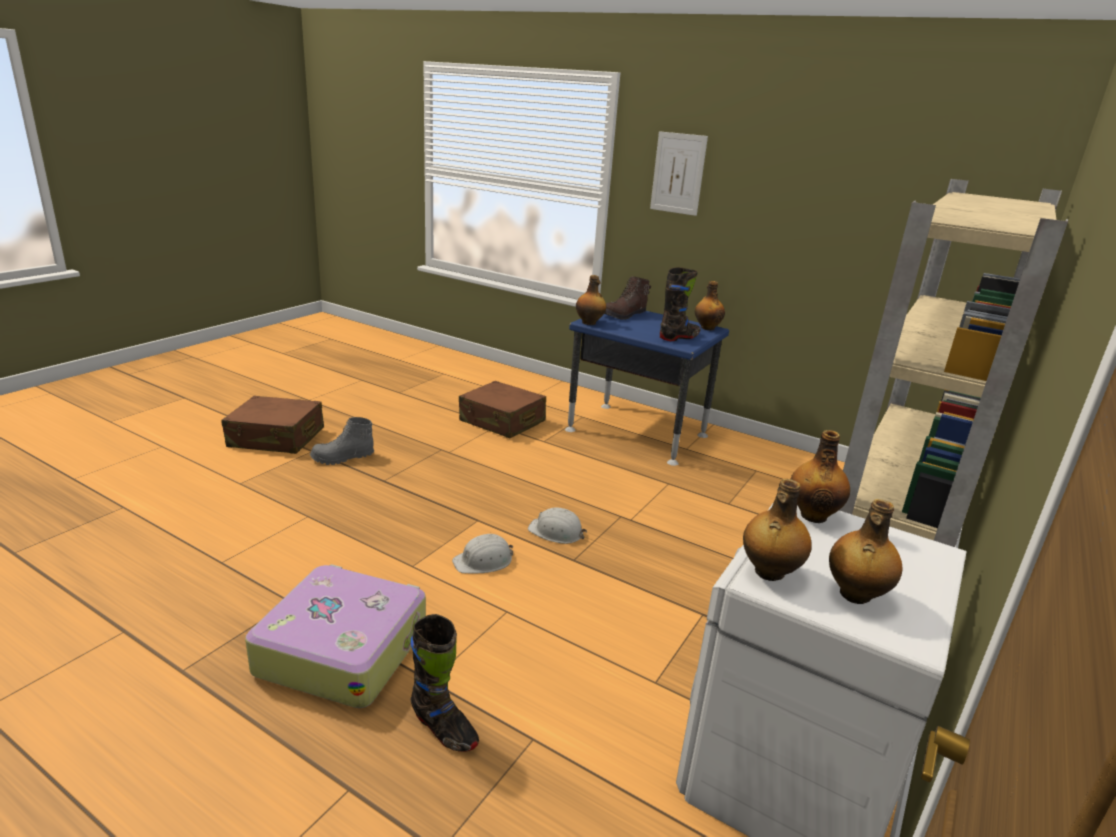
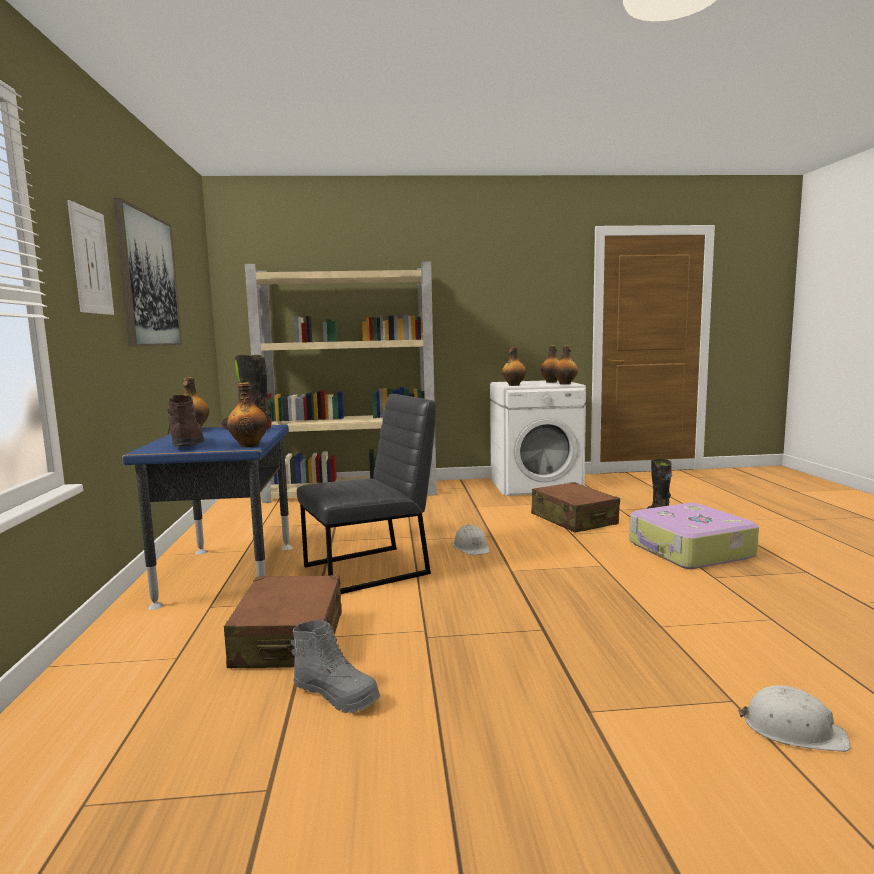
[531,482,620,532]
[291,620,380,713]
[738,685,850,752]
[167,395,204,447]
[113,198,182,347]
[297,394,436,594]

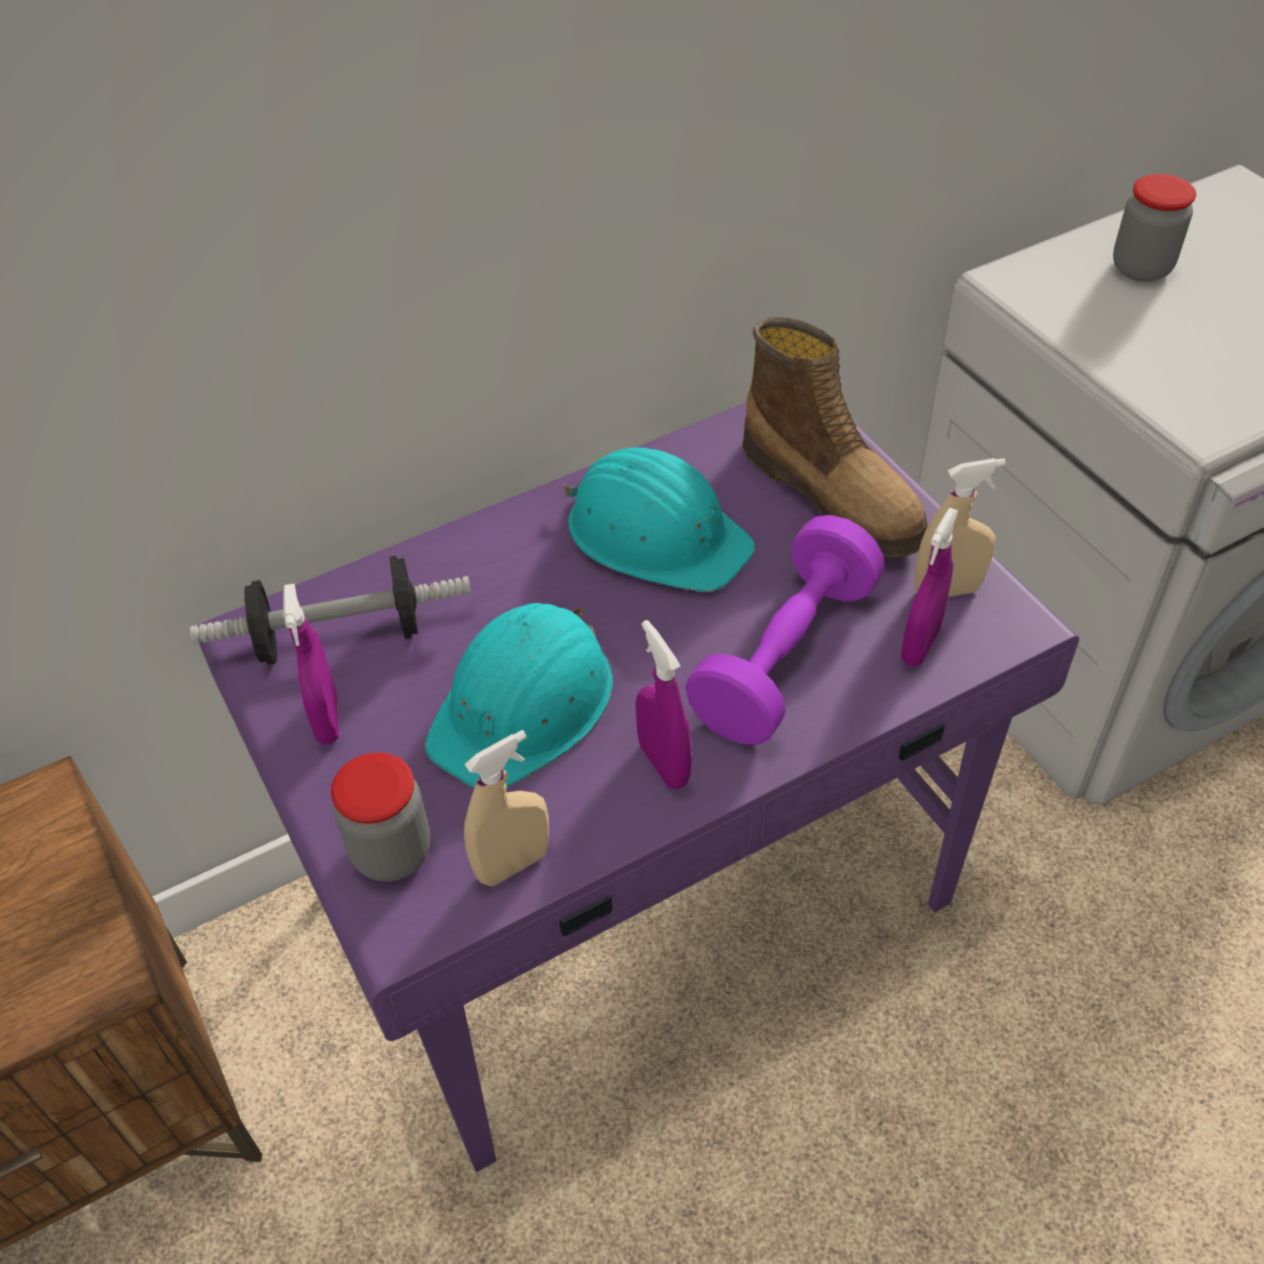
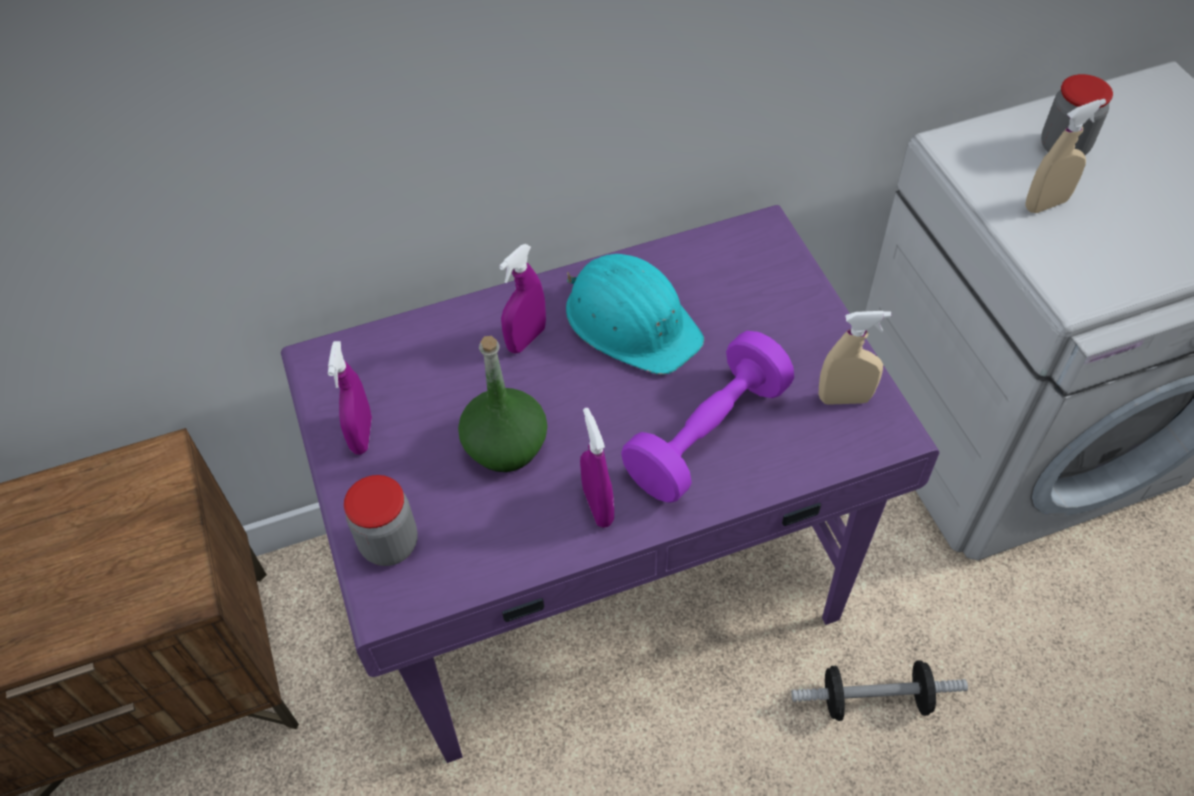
[792,660,968,721]
[458,336,547,472]
[1025,99,1106,213]
[742,317,928,557] (first image)
[499,244,546,354]

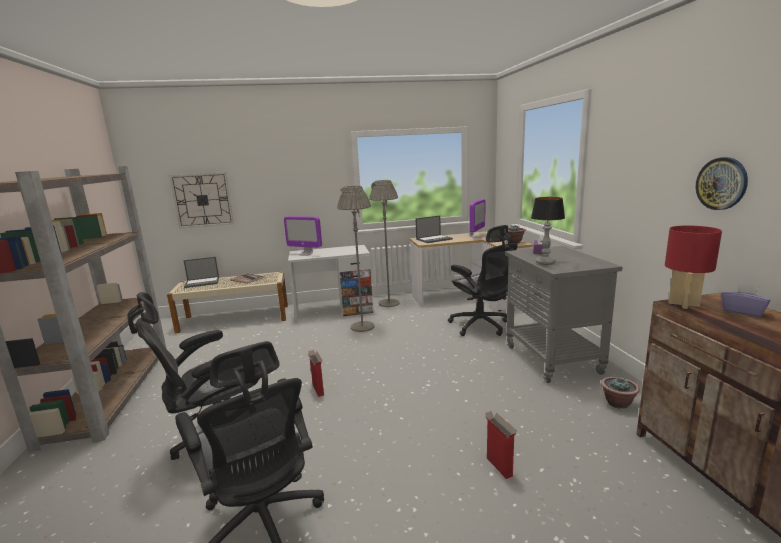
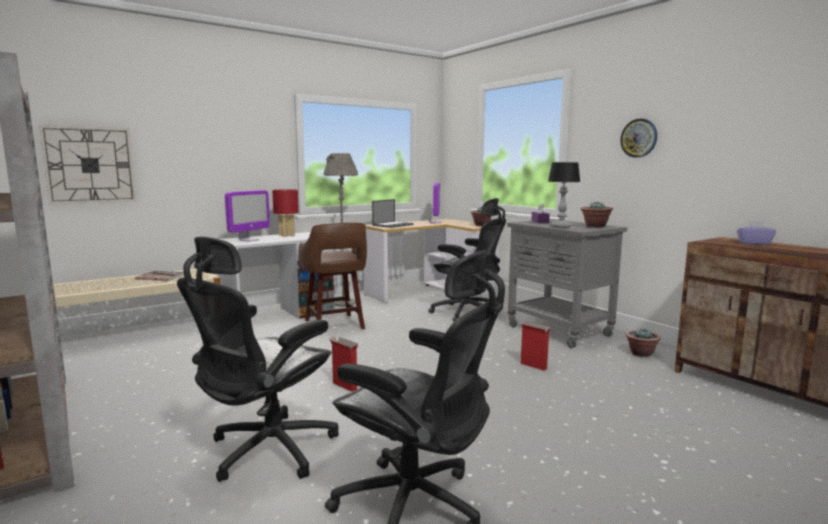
[183,257,219,288] (first image)
[225,190,270,242]
[298,223,367,329]
[520,321,551,371]
[272,189,299,237]
[620,119,657,158]
[581,202,613,228]

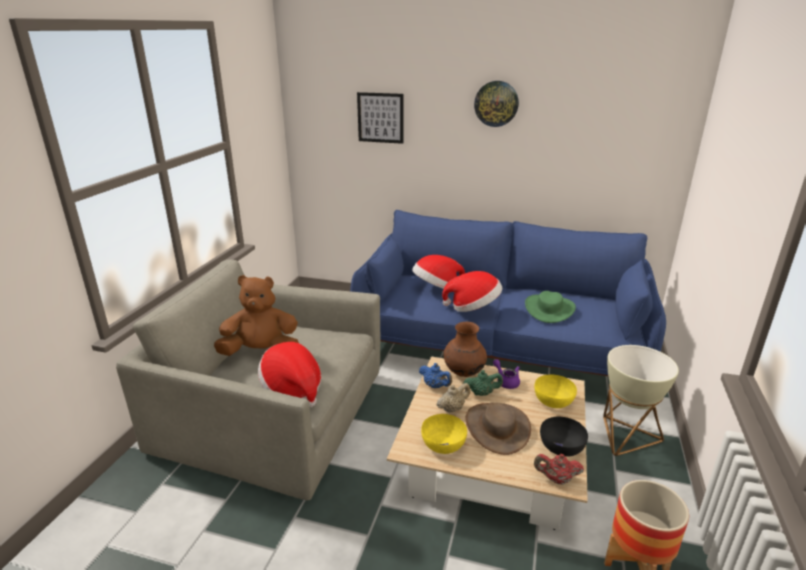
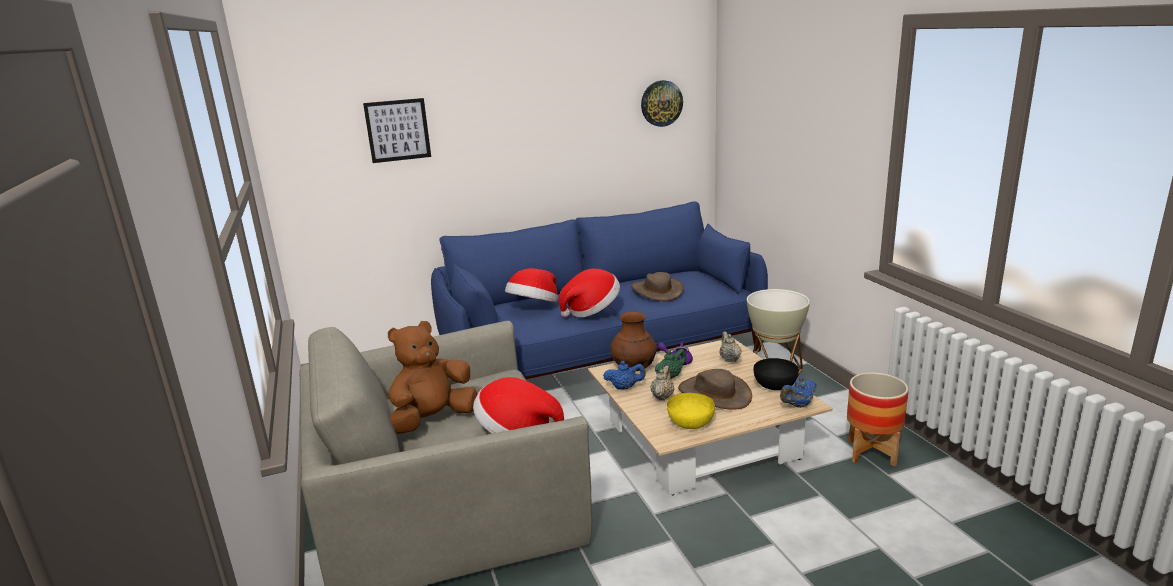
[641,80,683,127]
[631,272,684,301]
[719,331,741,362]
[780,377,817,408]

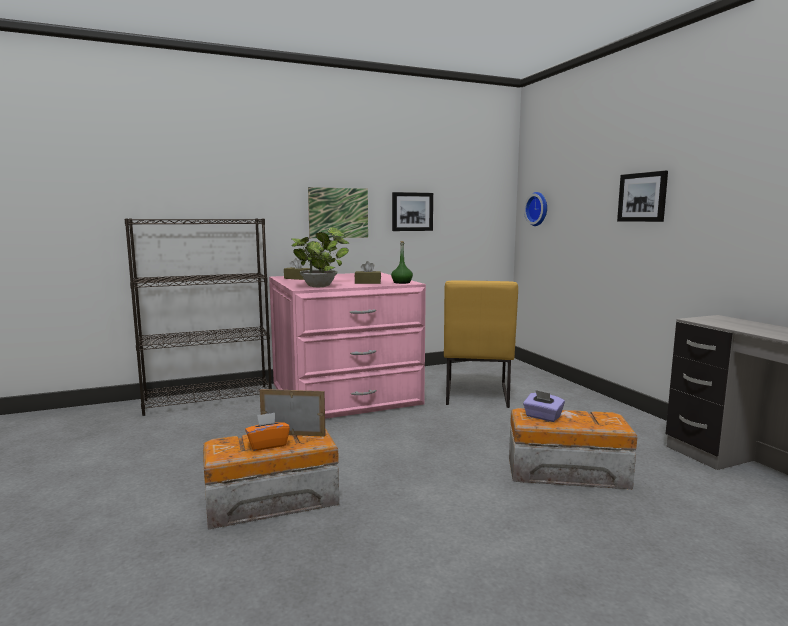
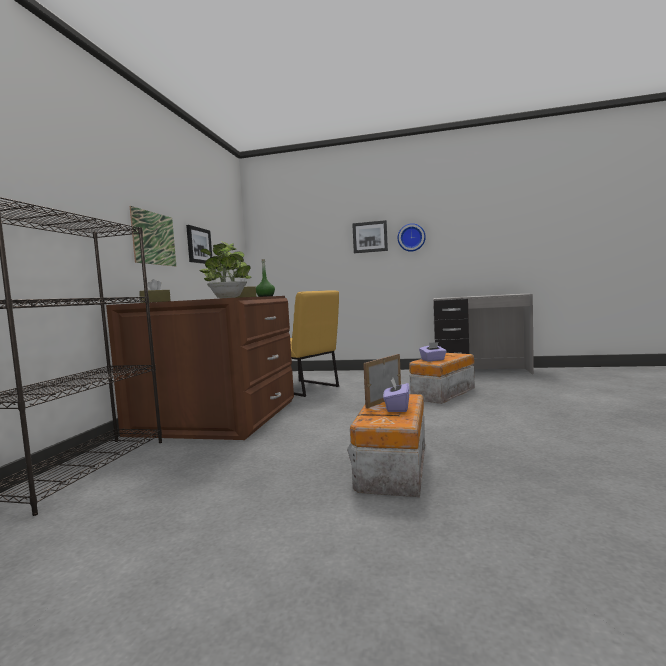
[383,378,409,412]
[106,296,294,440]
[398,223,426,252]

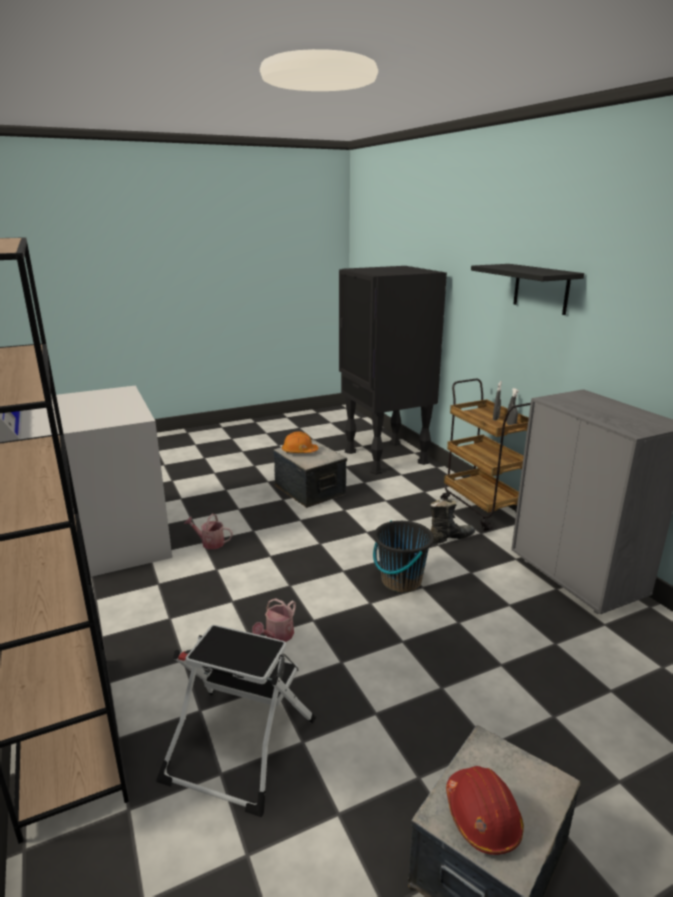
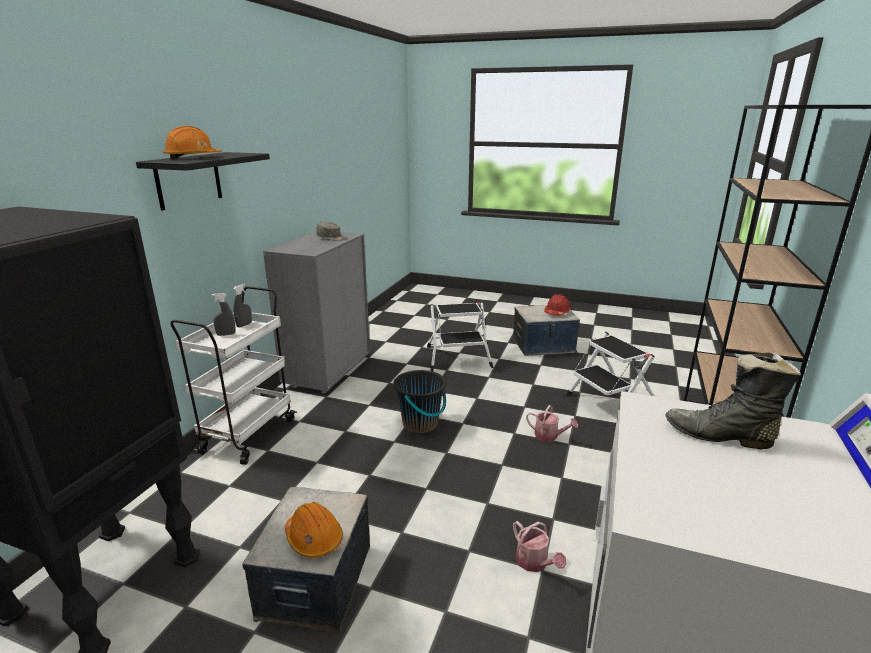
[526,405,578,442]
[665,352,801,450]
[170,286,297,465]
[163,126,222,159]
[316,222,345,241]
[427,302,493,371]

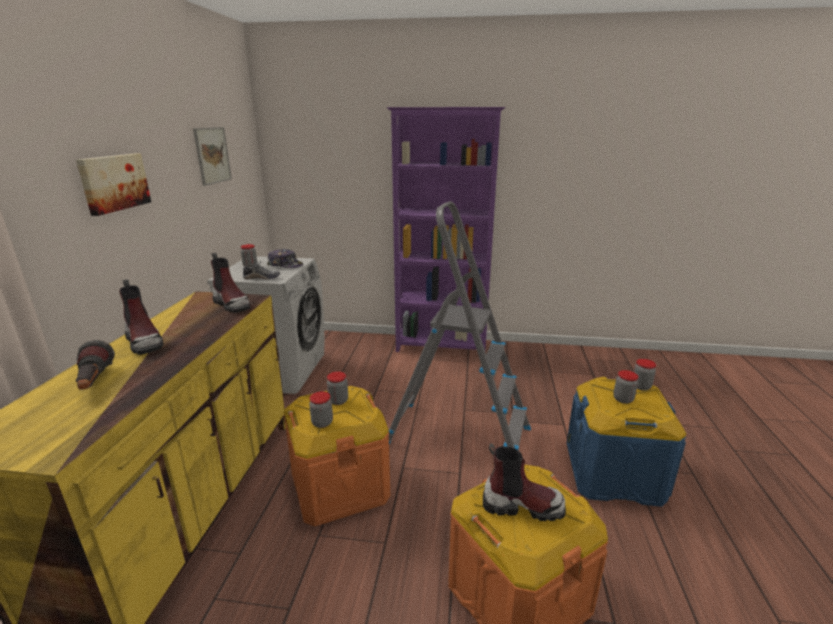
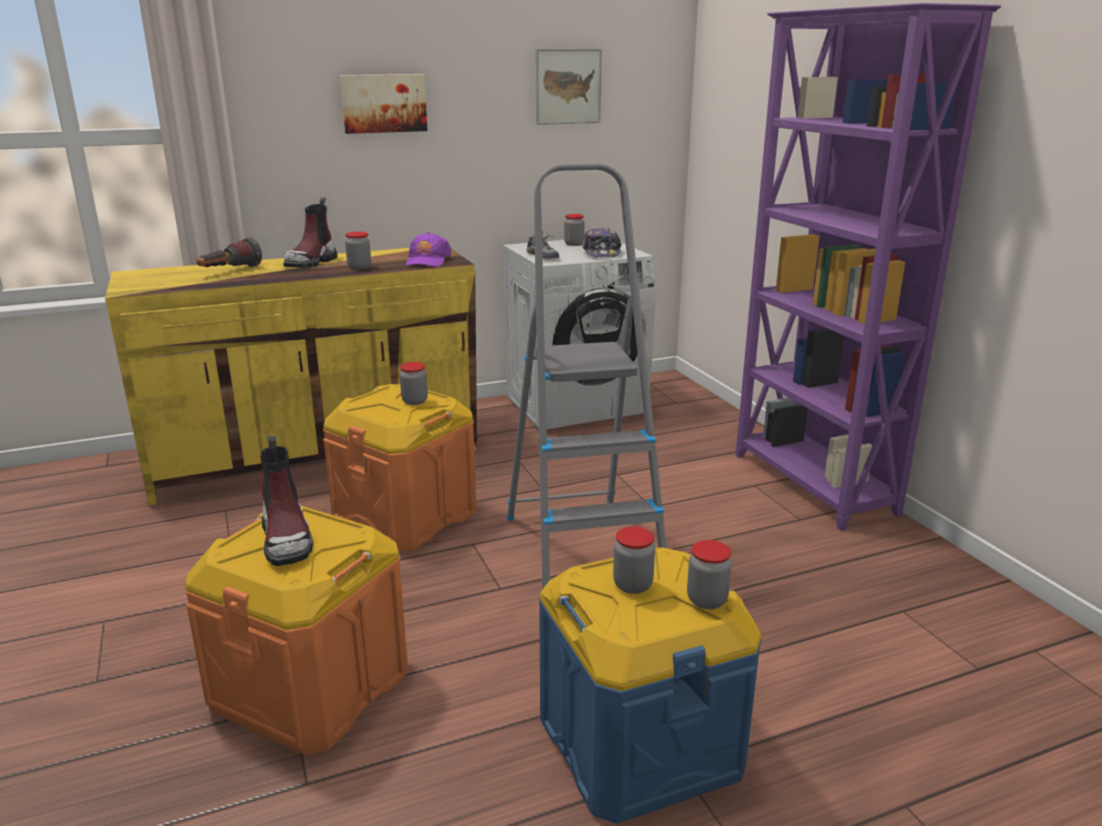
[406,232,451,267]
[345,232,371,270]

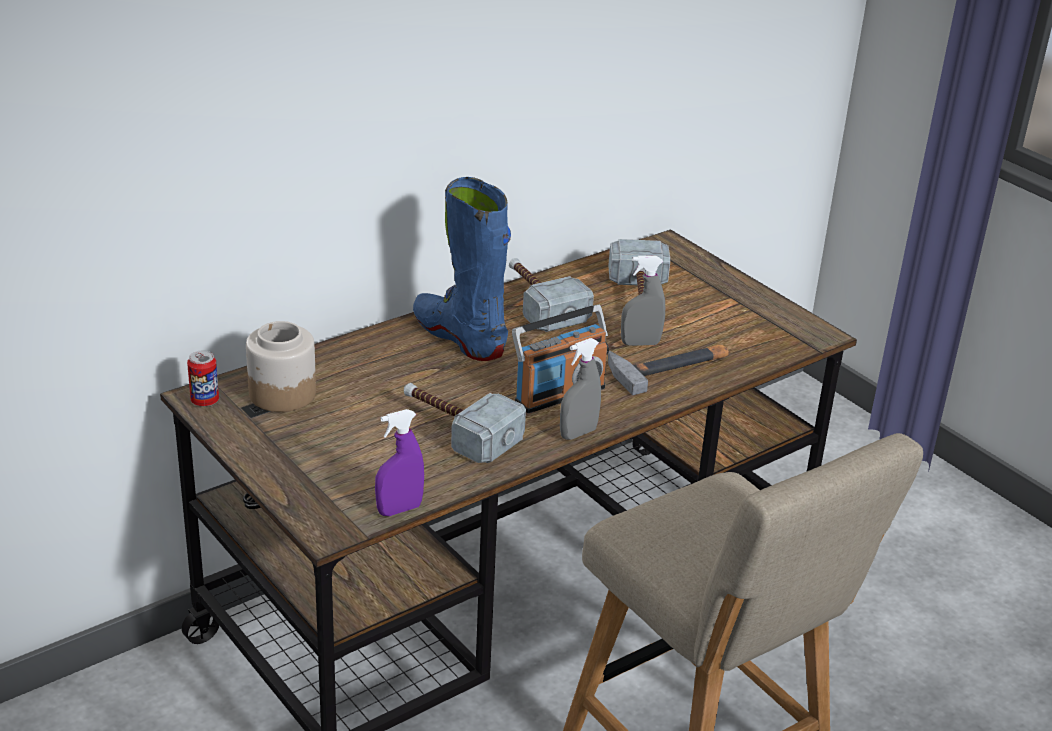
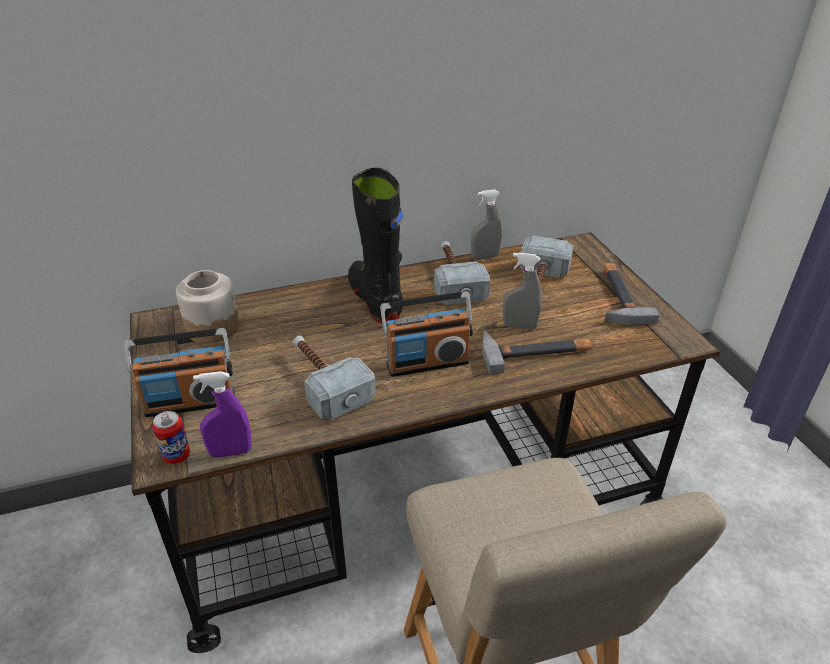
[152,411,190,464]
[348,168,403,323]
[471,189,502,260]
[124,328,235,417]
[604,263,659,325]

